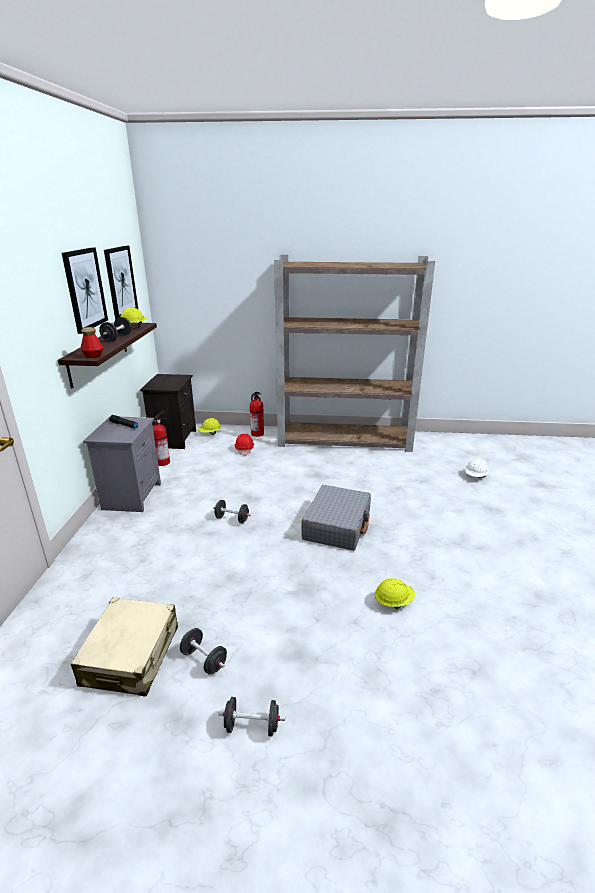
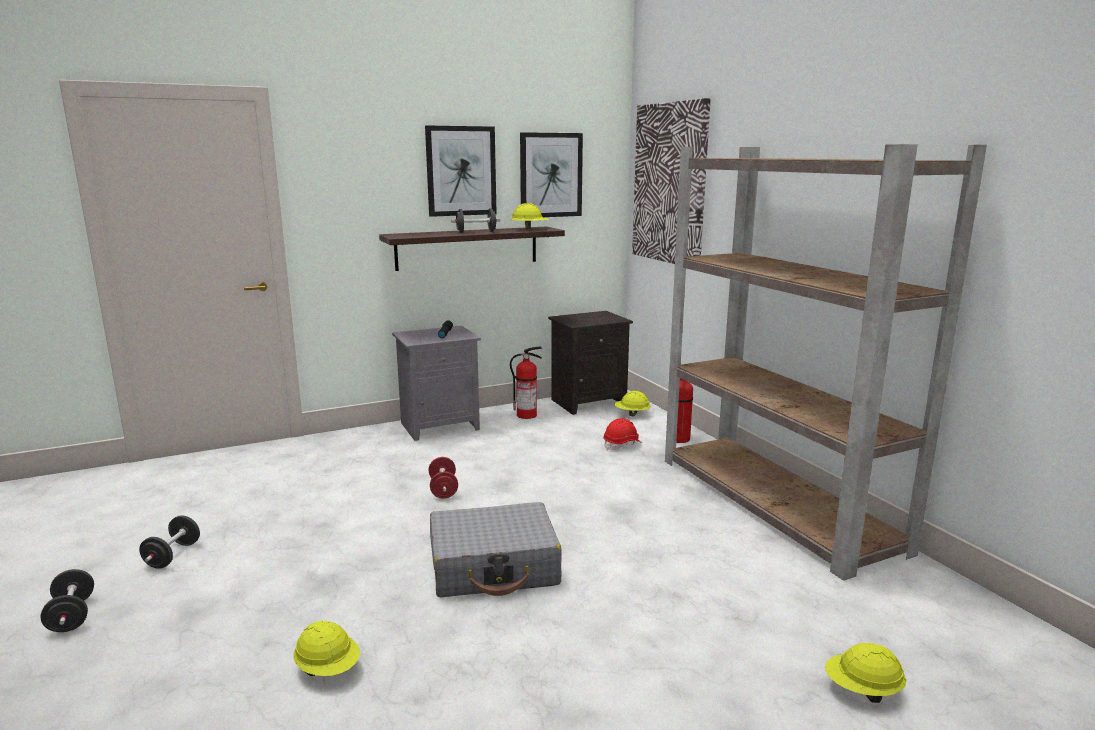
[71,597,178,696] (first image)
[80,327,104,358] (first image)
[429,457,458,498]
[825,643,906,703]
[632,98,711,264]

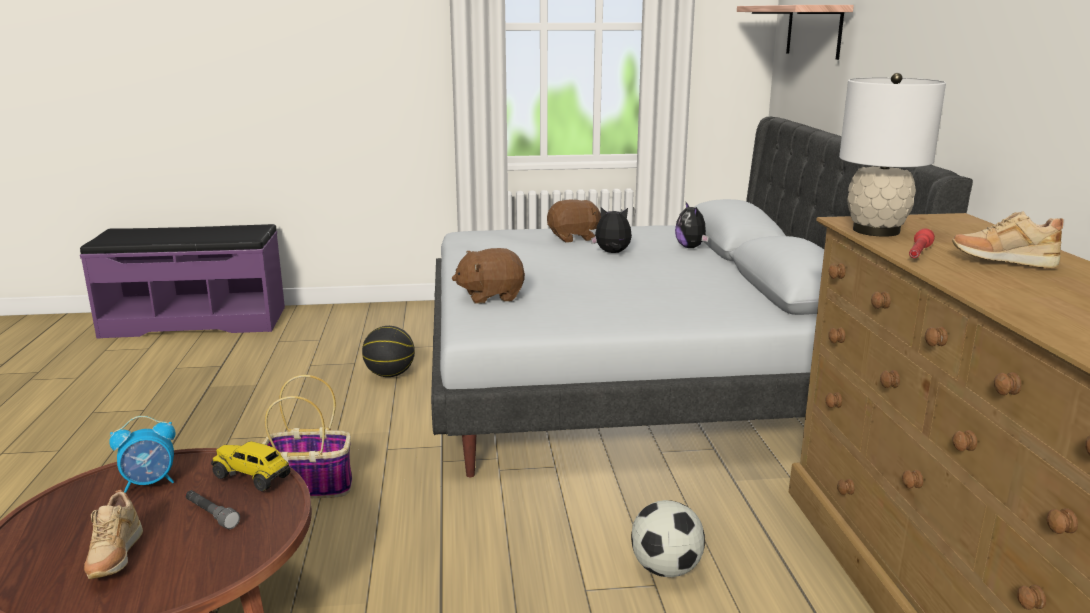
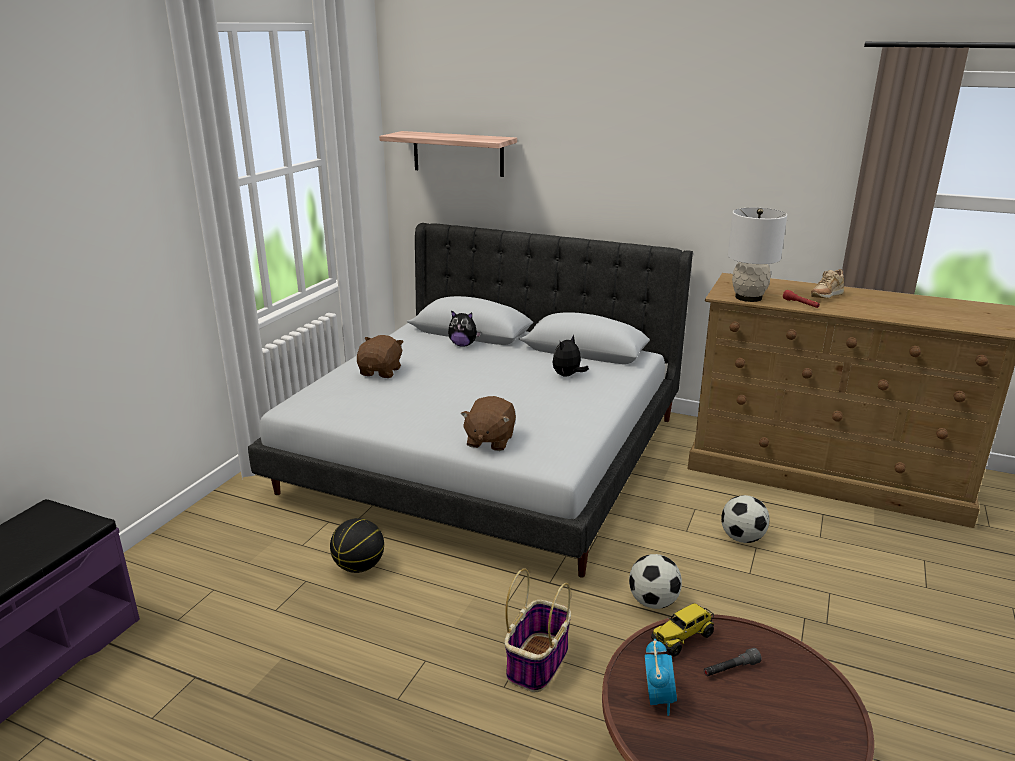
[84,490,143,579] (first image)
[553,334,589,377]
[629,554,682,609]

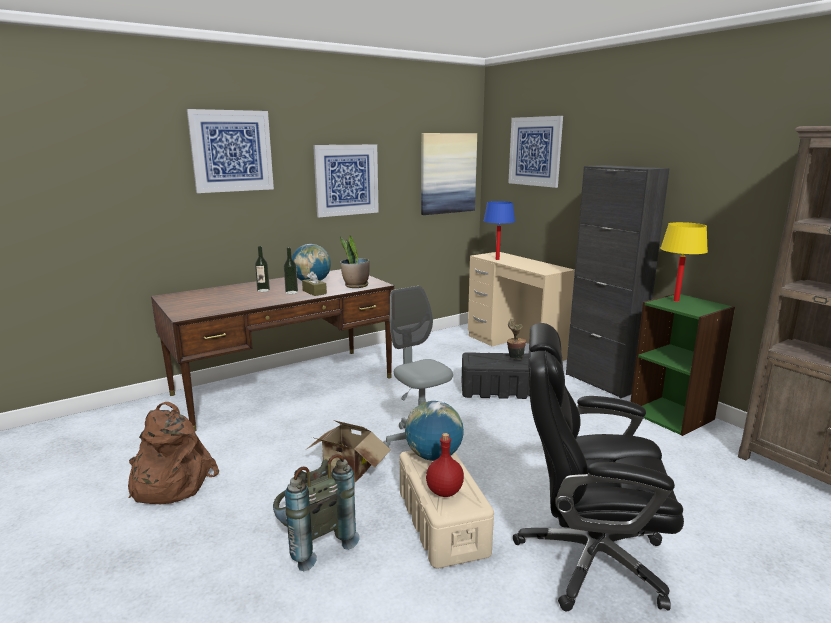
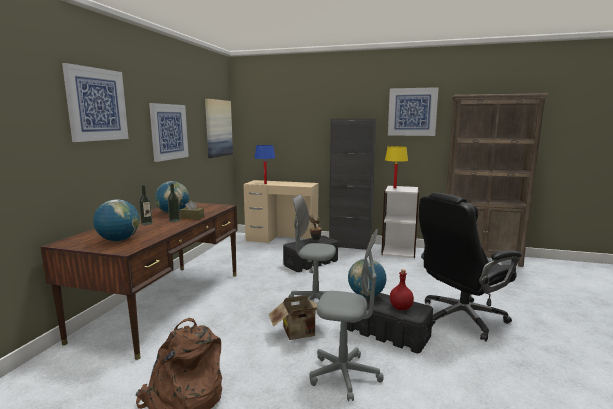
[310,229,384,401]
[340,235,370,288] (first image)
[347,293,433,353]
[388,87,439,136]
[381,186,419,258]
[93,199,140,241]

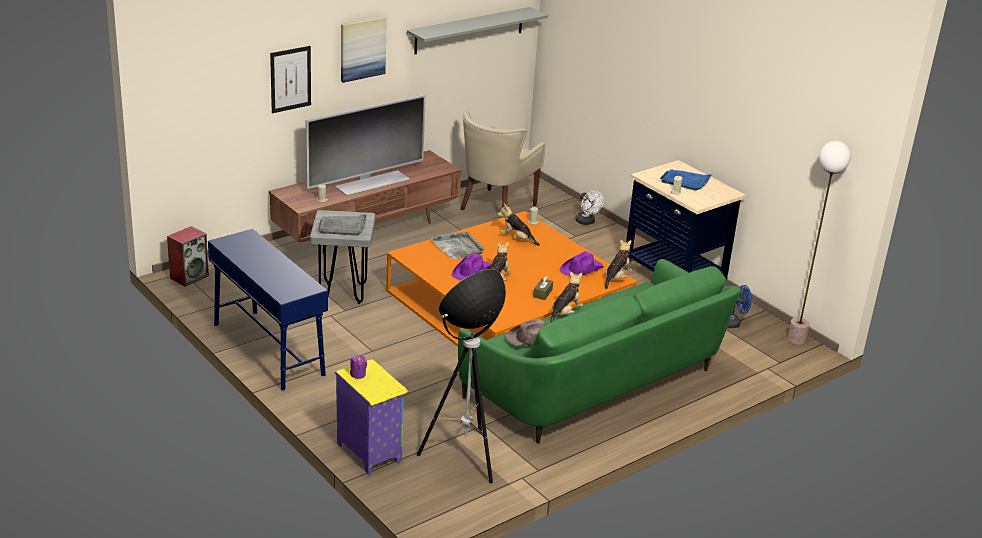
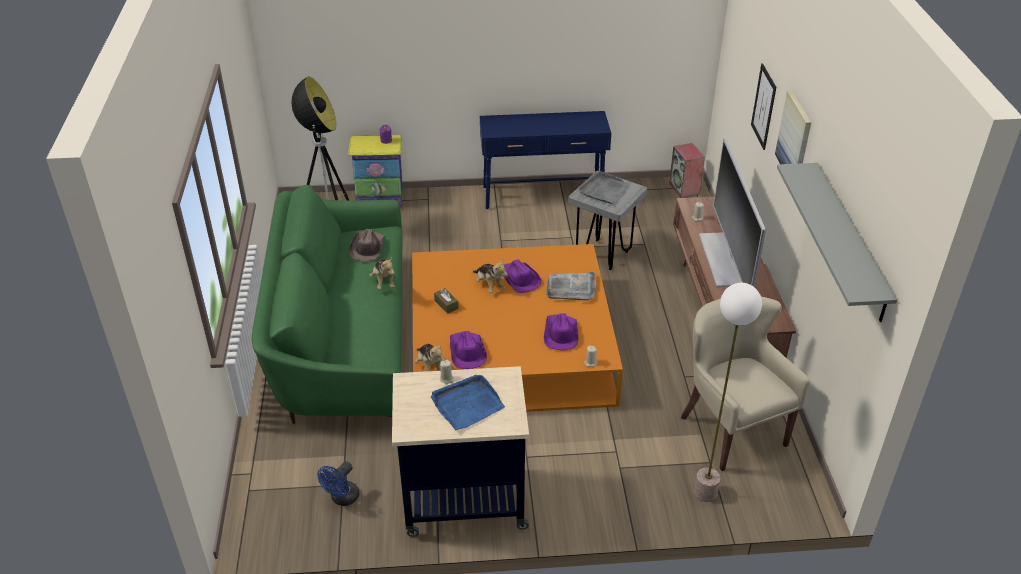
[544,313,579,350]
[575,191,604,225] (first image)
[694,283,762,502]

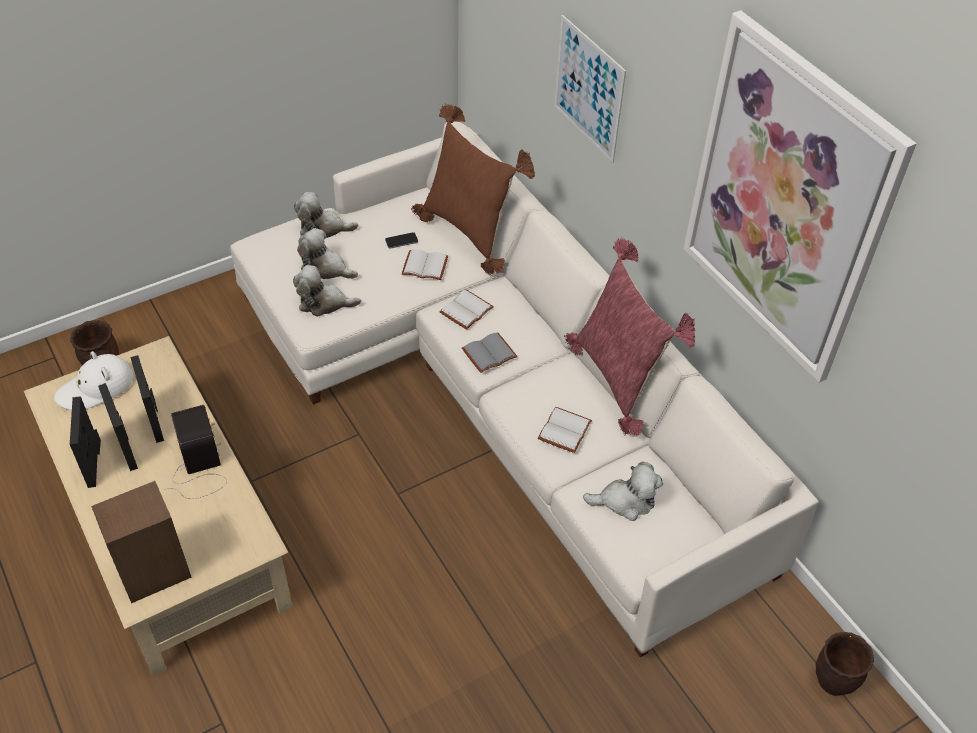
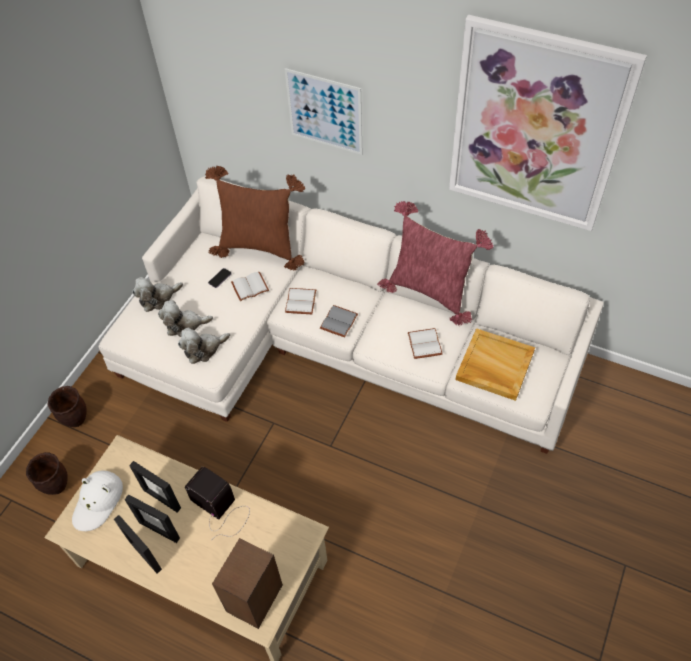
[455,328,535,401]
[48,386,87,427]

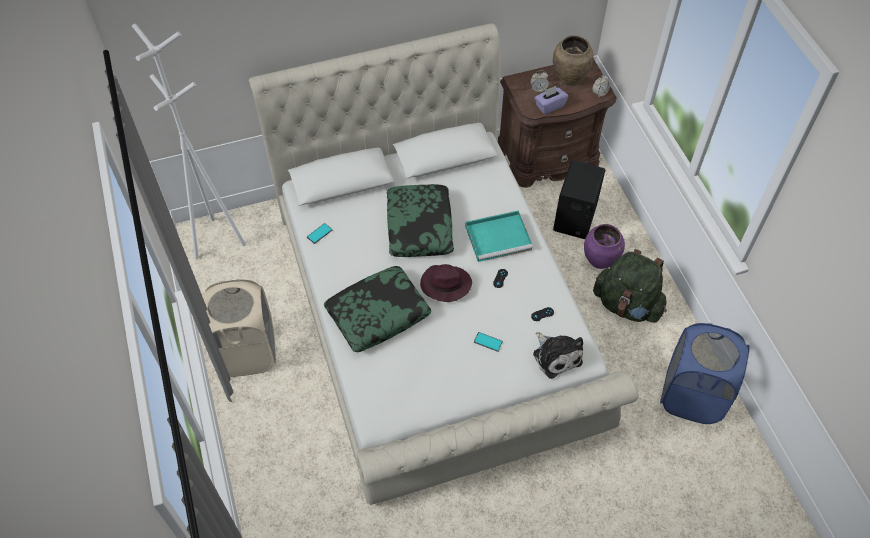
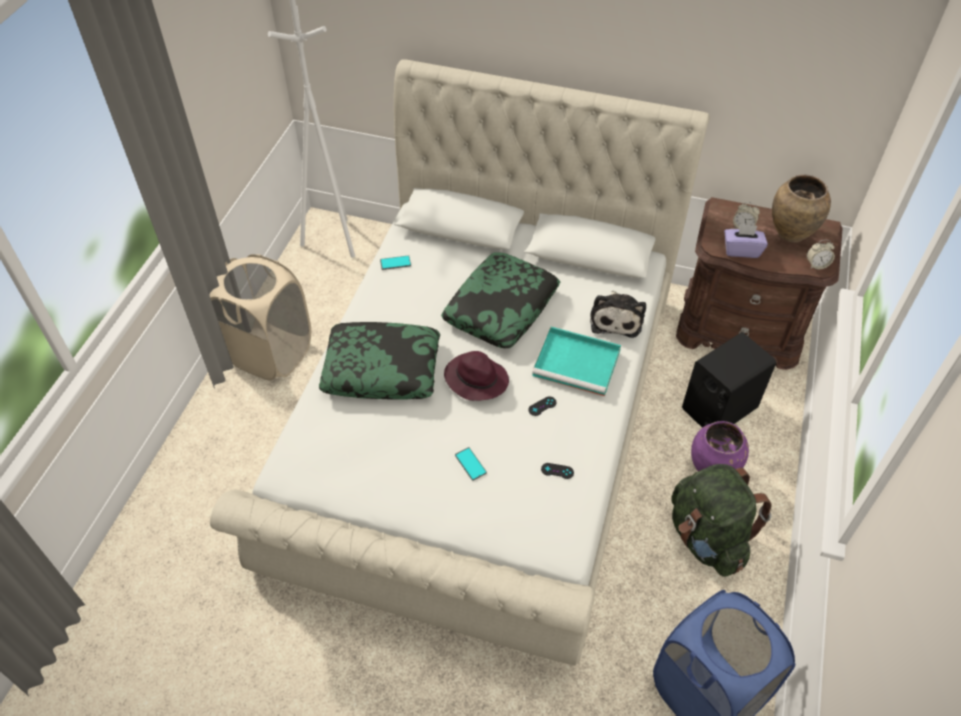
[590,291,646,338]

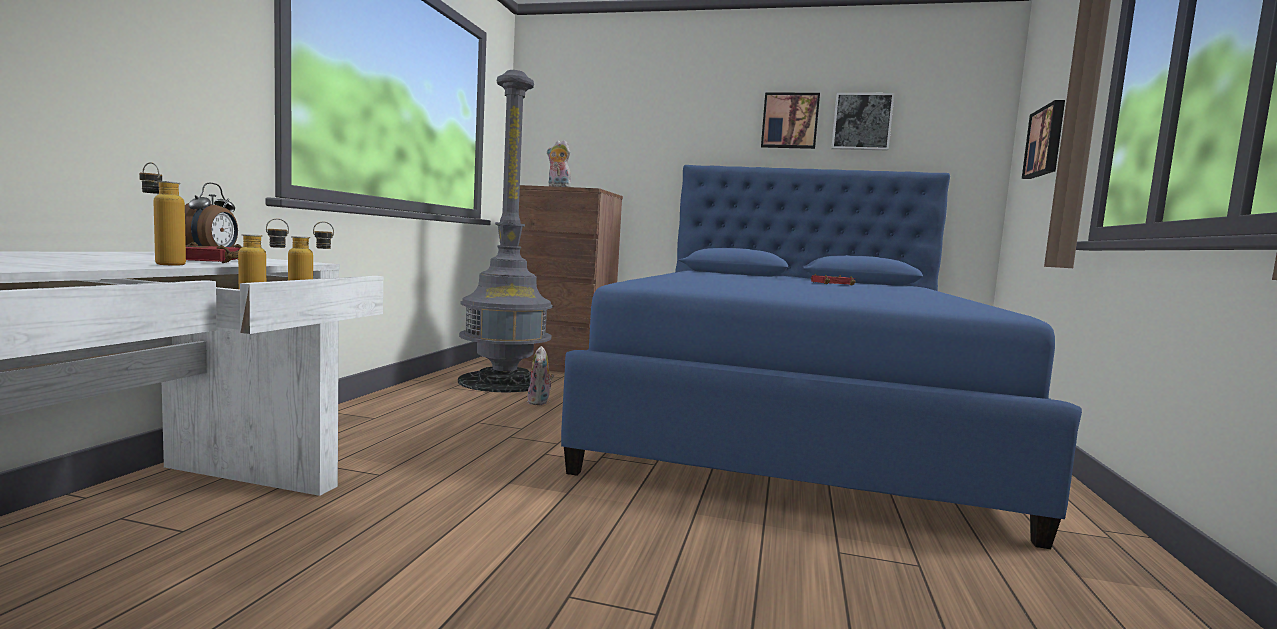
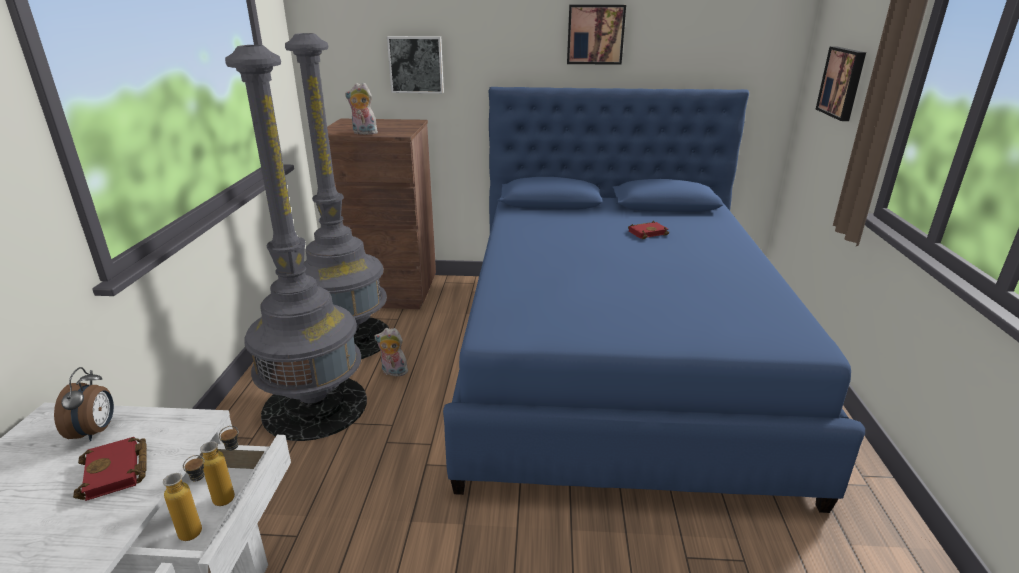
[139,162,186,266] (first image)
[374,328,408,377]
[387,36,444,93]
[225,45,367,441]

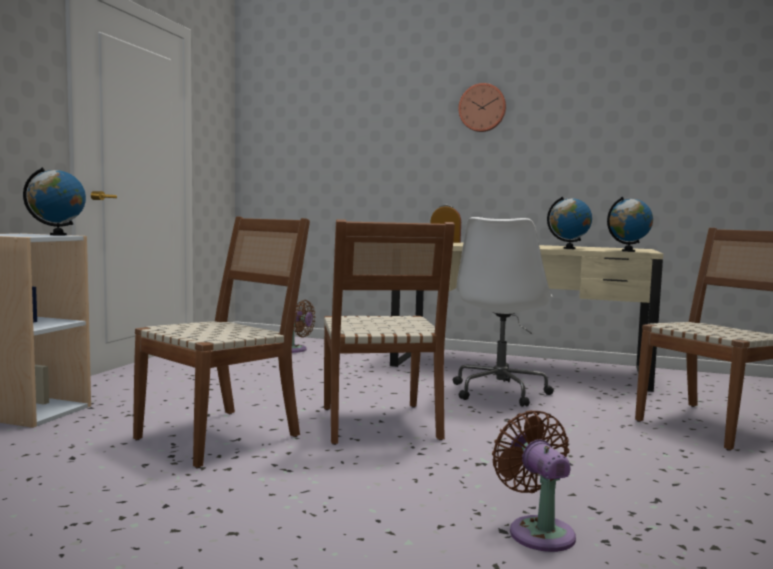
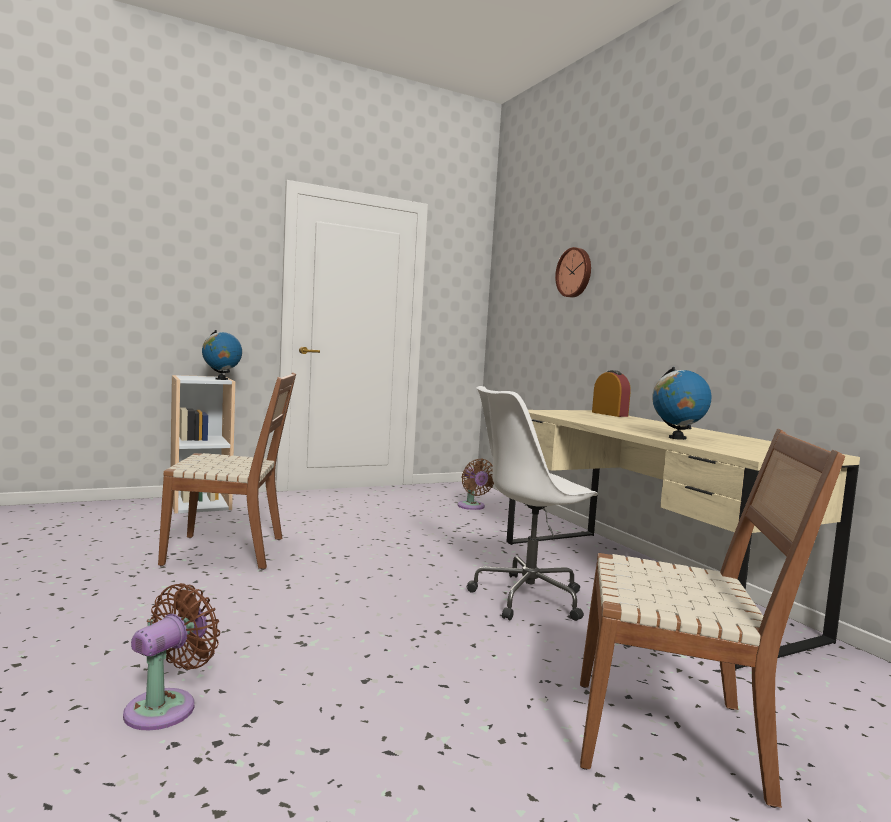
[324,219,455,445] (first image)
[555,247,591,297]
[607,197,653,252] (first image)

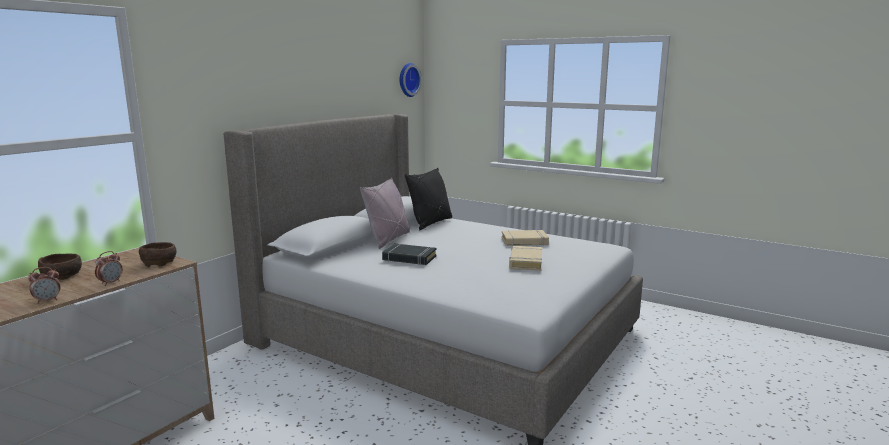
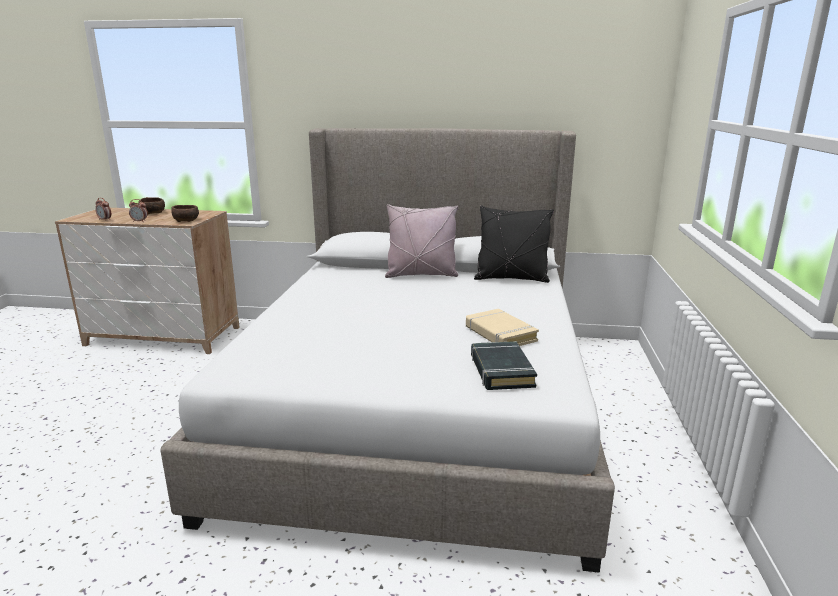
[471,341,537,390]
[400,63,422,97] (first image)
[509,246,542,271] (first image)

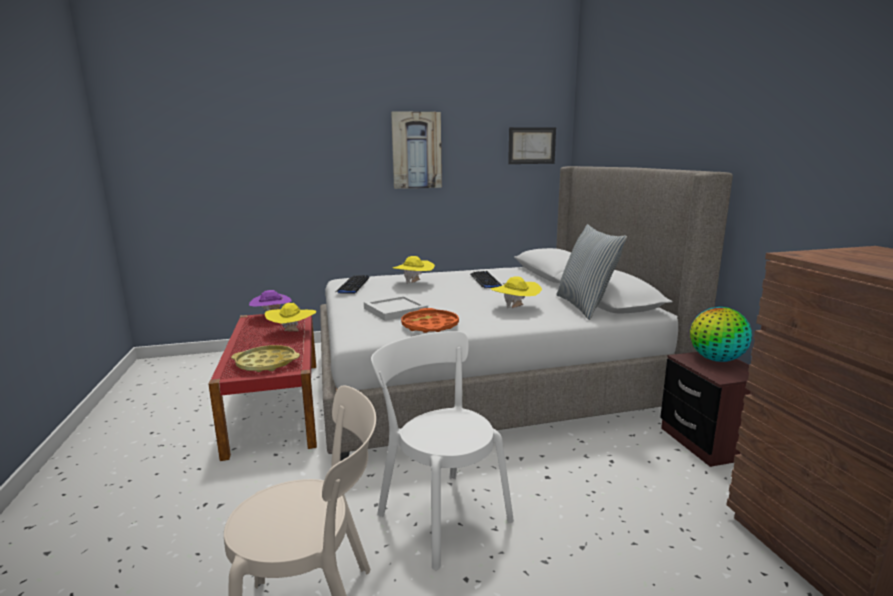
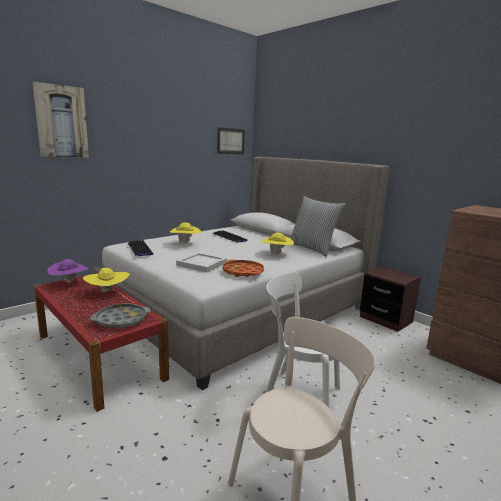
[90,304,151,329]
[33,82,89,157]
[690,307,752,362] (first image)

